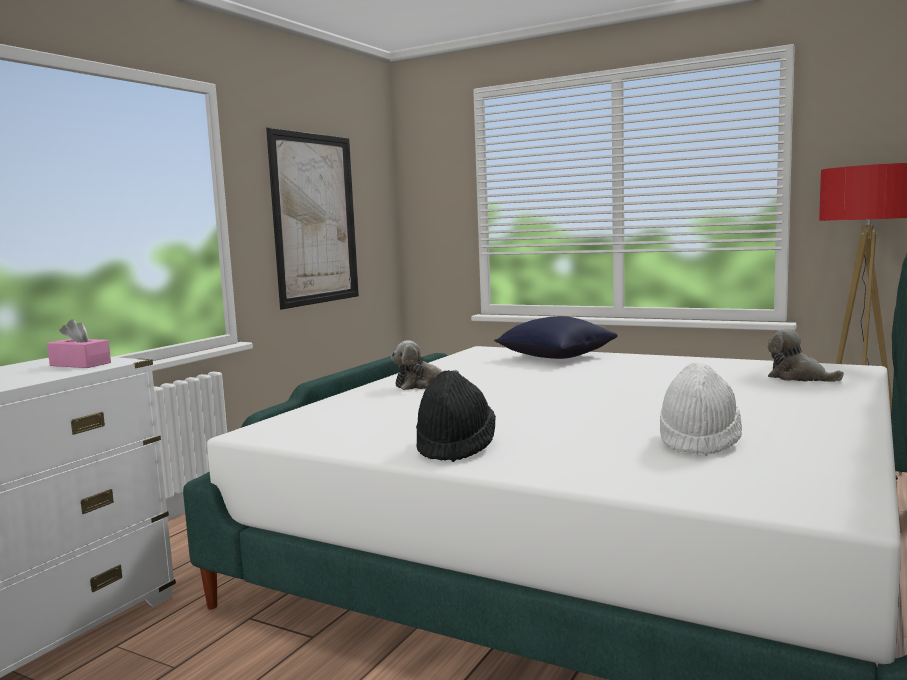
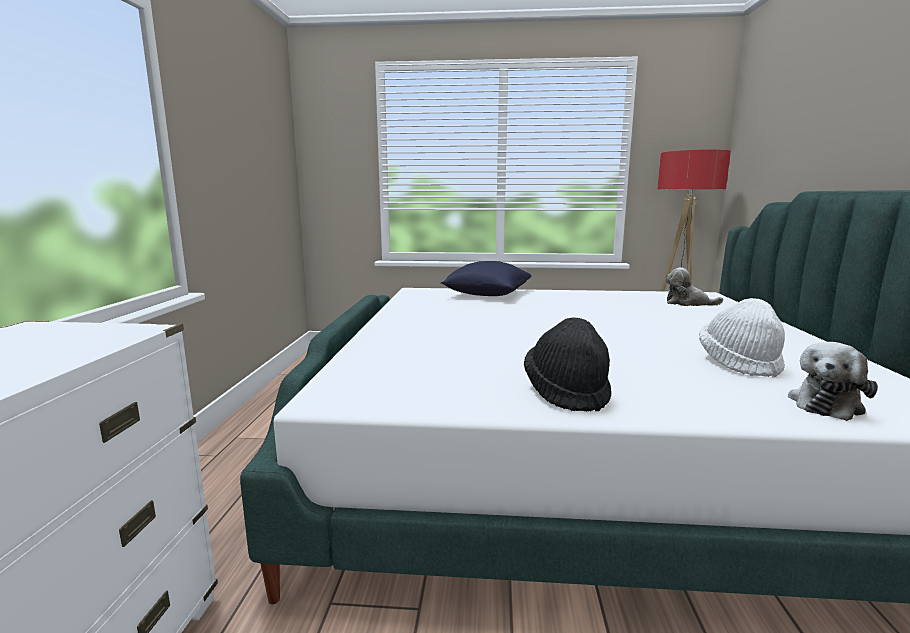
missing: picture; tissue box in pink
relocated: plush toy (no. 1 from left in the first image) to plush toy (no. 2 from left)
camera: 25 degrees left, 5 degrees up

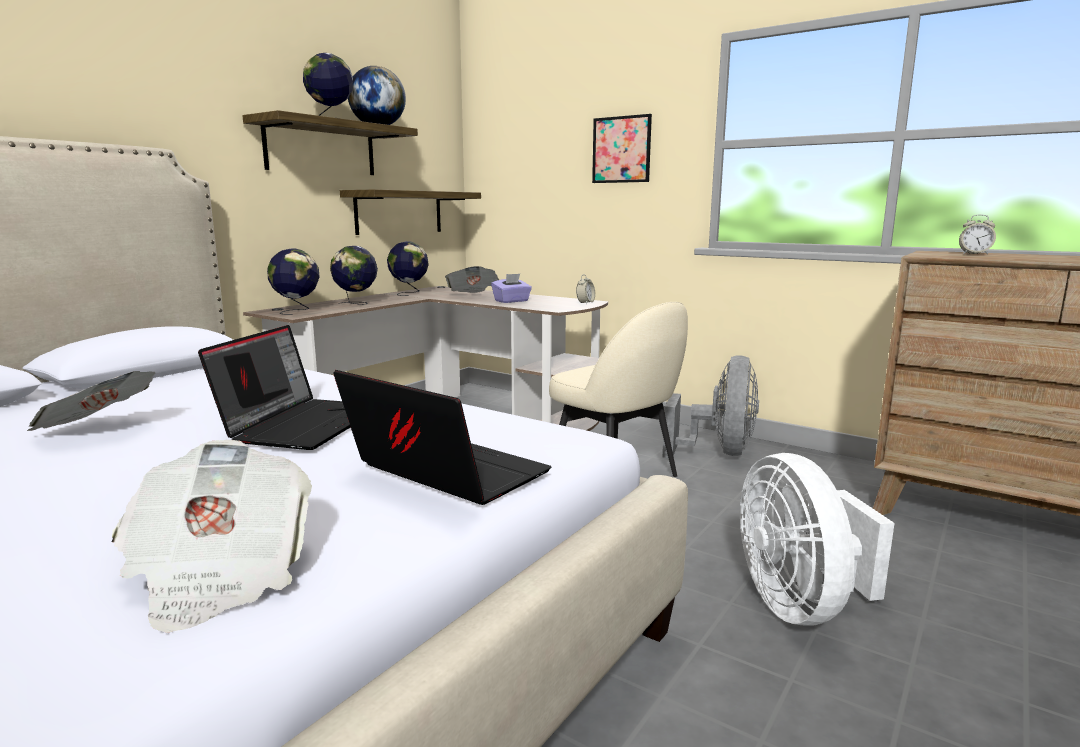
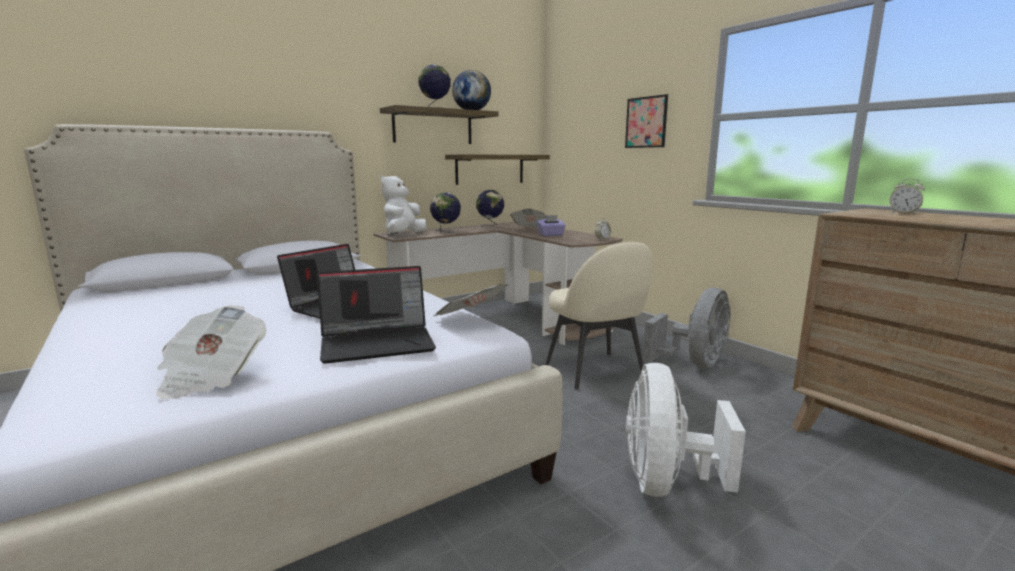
relocated: newspaper (no. 1 from left in the first image) to newspaper (no. 2 from left)
exchanged: globe (no. 1 from left) to plush toy in white
spun: laptop (no. 2 from left) 105 degrees clockwise
camera: 20 degrees right, 0 degrees up

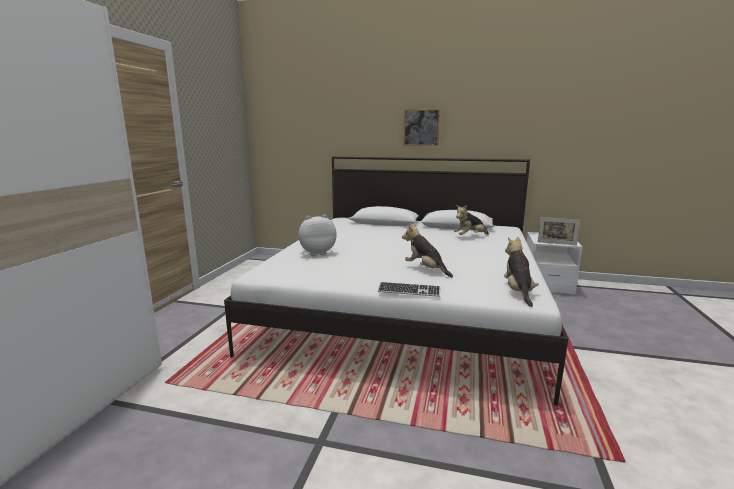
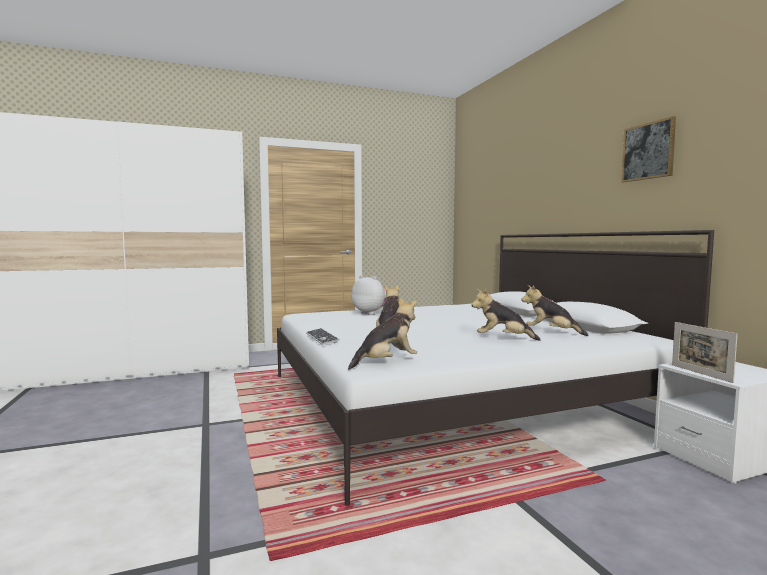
appeared: plush toy (no. 4 from left)
relocated: picture
camera: 55 degrees right, 10 degrees down

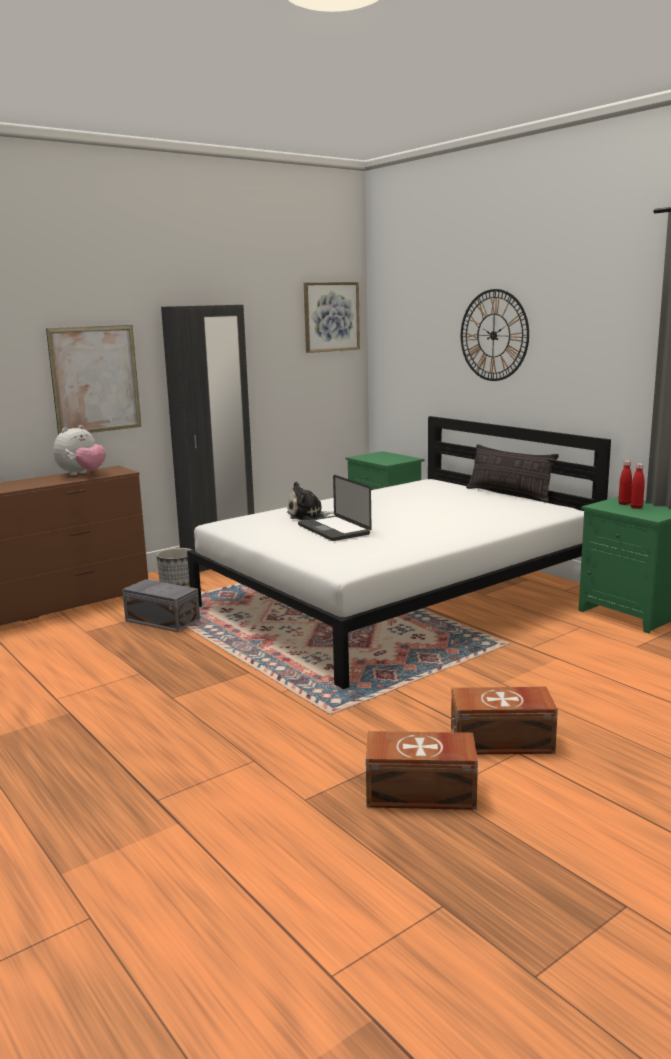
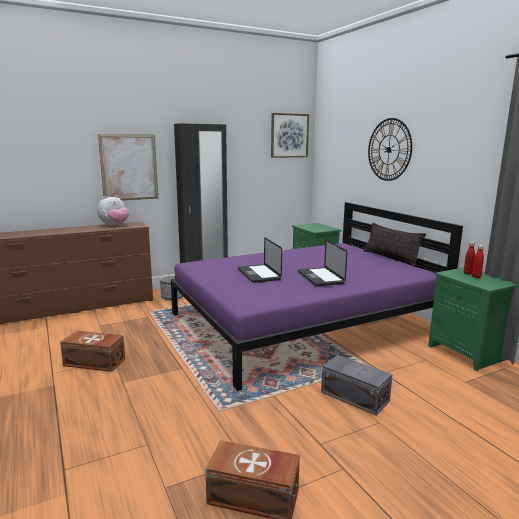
missing: plush toy (no. 2 from left)
appeared: laptop (no. 2 from left)
relocated: storage box in grey; storage box in brown (no. 2 from left in the first image) to storage box in brown (no. 1 from left)
colour: bed in white to bed in purple
camera: 10 degrees right, 0 degrees up

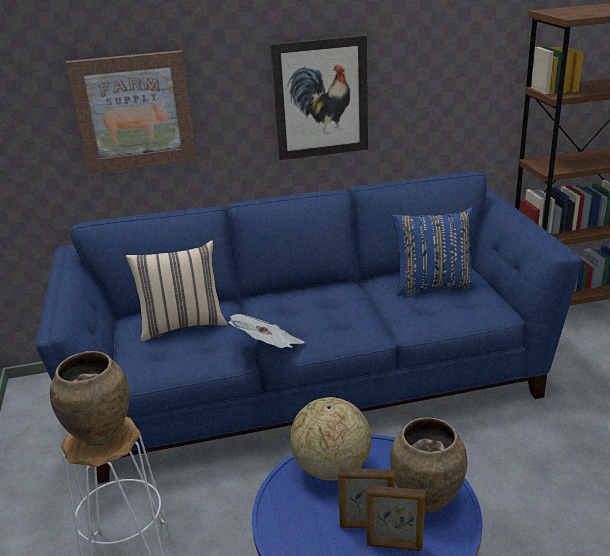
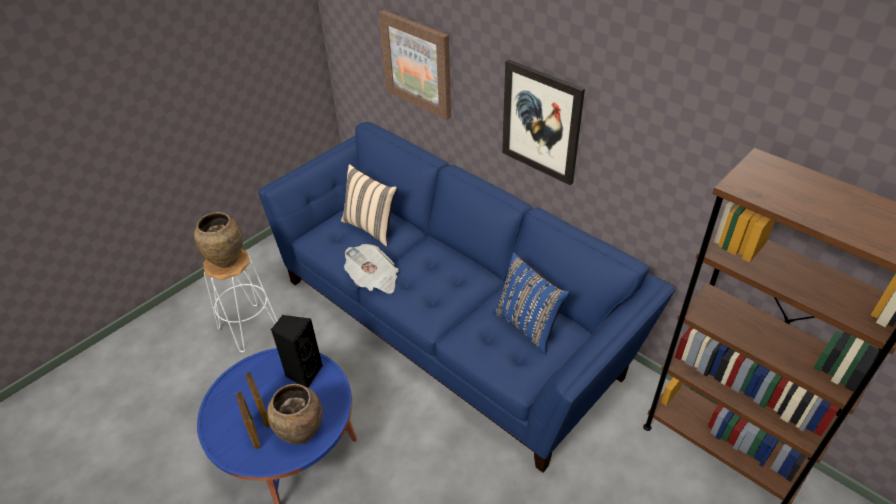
exchanged: globe to speaker in black
camera: 55 degrees right, 15 degrees up

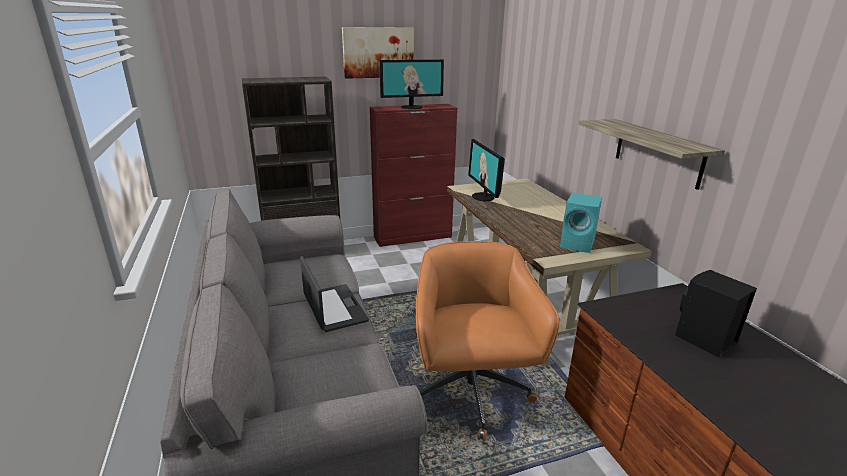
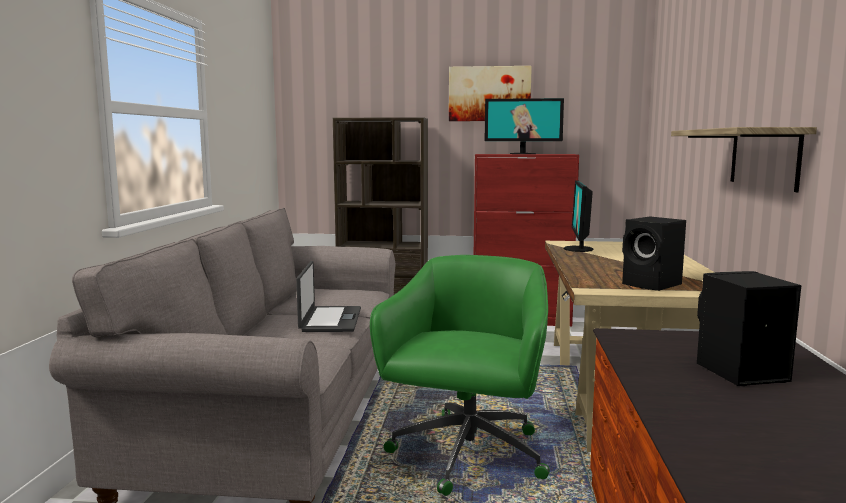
colour: speaker in turquoise to speaker in black (no. 1 from left); office chair in orange to office chair in green
camera: 25 degrees right, 15 degrees down

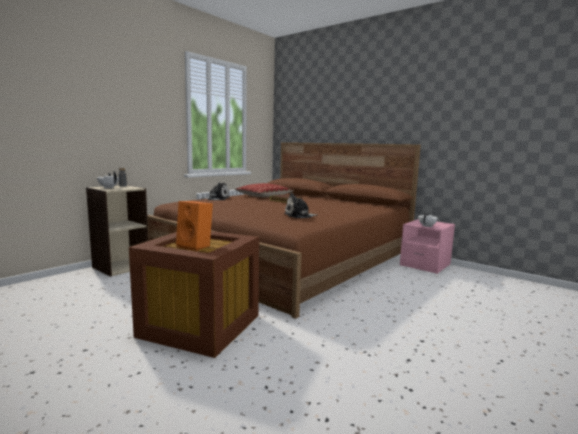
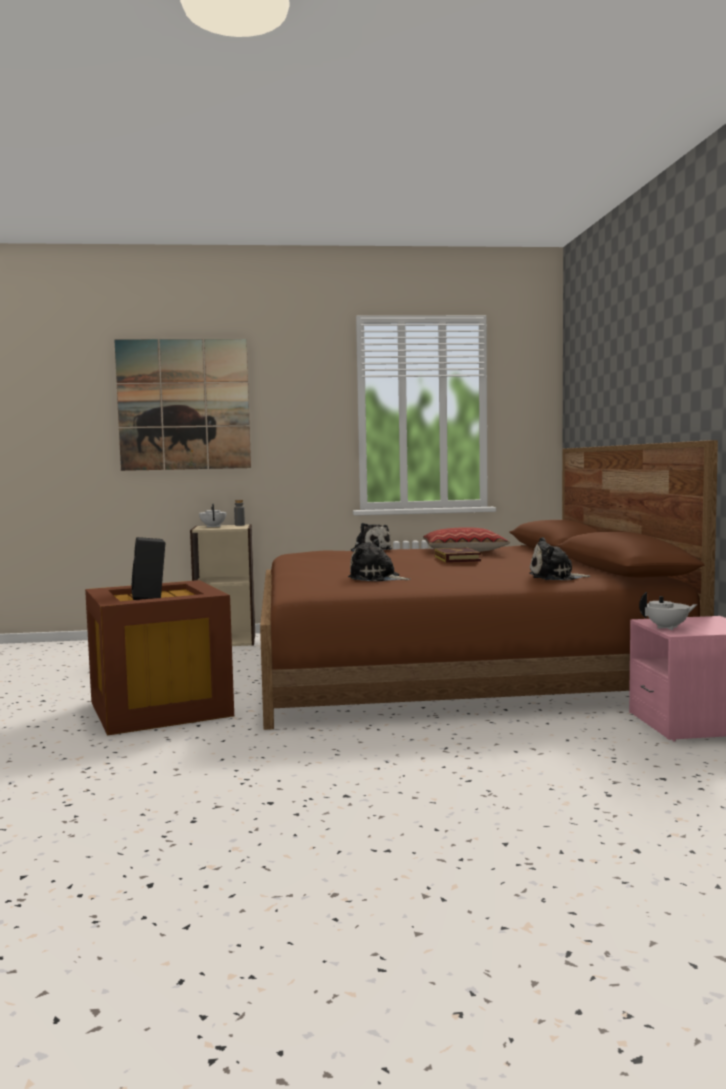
appeared: picture; plush toy (no. 3 from left)
colour: speaker in orange to speaker in black
camera: 45 degrees right, 5 degrees down

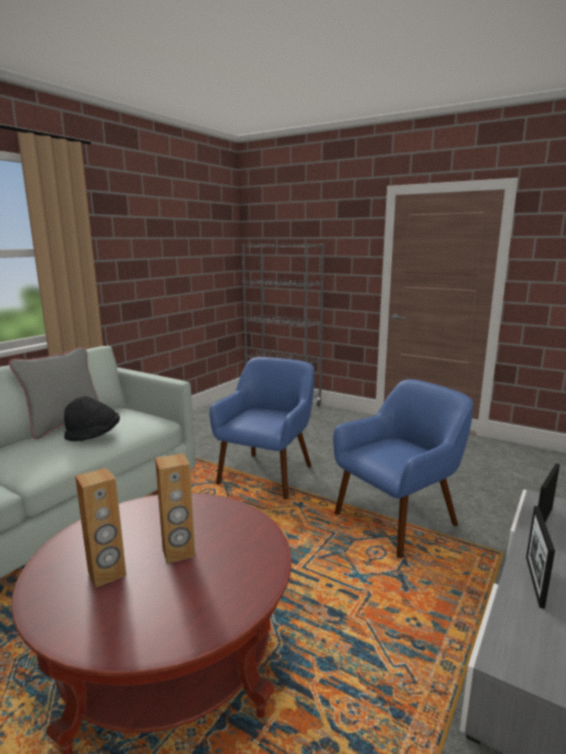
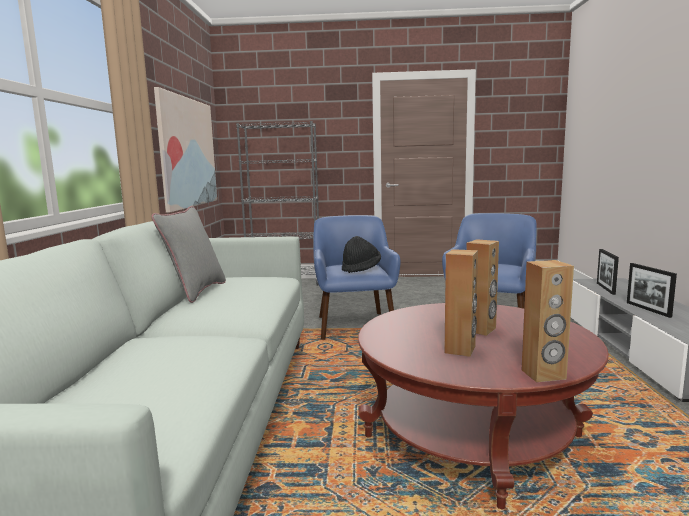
appeared: picture; speaker in brown (no. 3 from left)
relocated: hat in black
camera: 30 degrees left, 5 degrees down

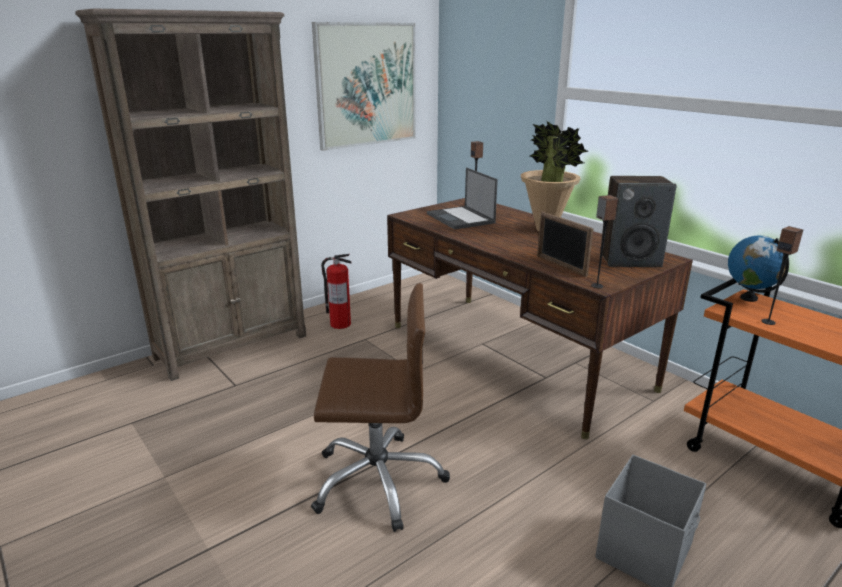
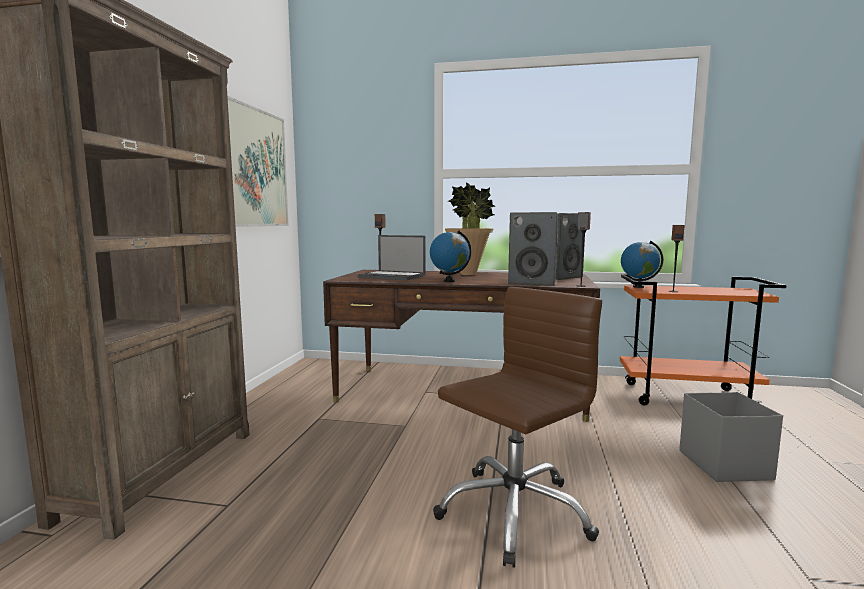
missing: fire extinguisher
appeared: globe (no. 1 from left)
exchanged: picture frame to speaker (no. 2 from left)
camera: 40 degrees left, 15 degrees down

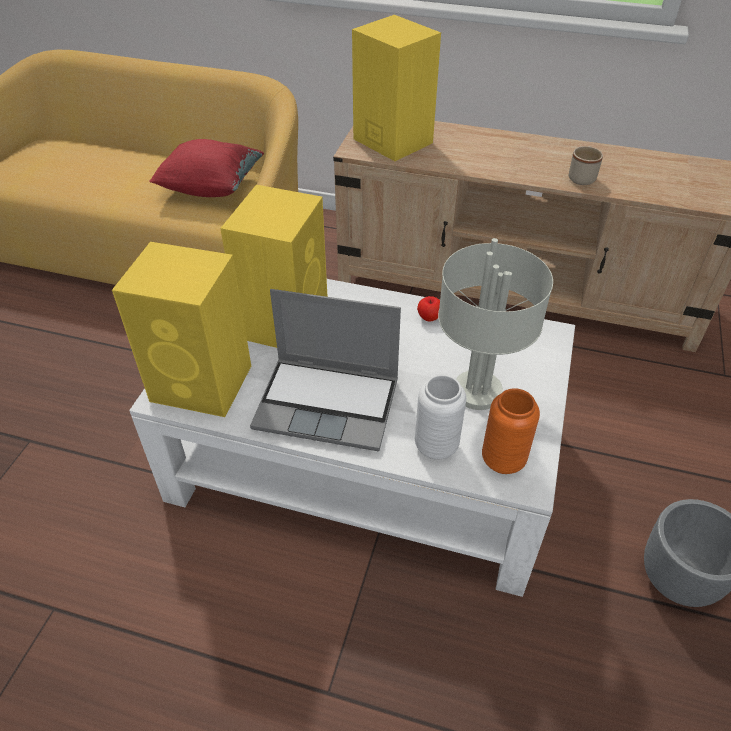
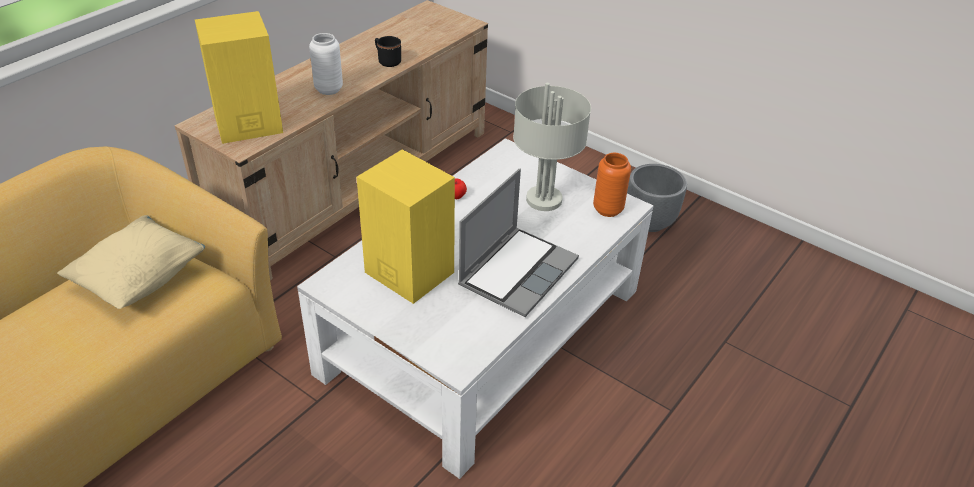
missing: speaker in yellow (no. 1 from left)
relocated: vase in white
colour: pillow in red to pillow in beige; mug in beige to mug in black
camera: 70 degrees left, 5 degrees down

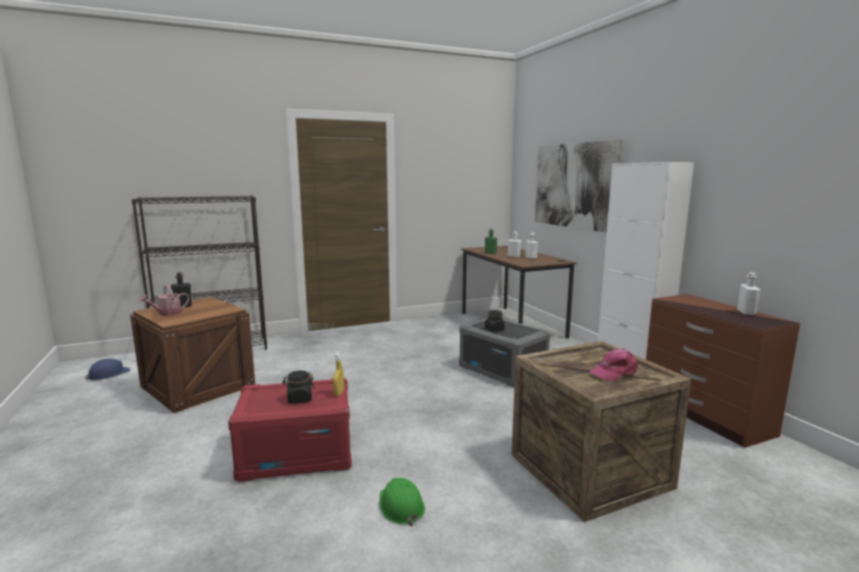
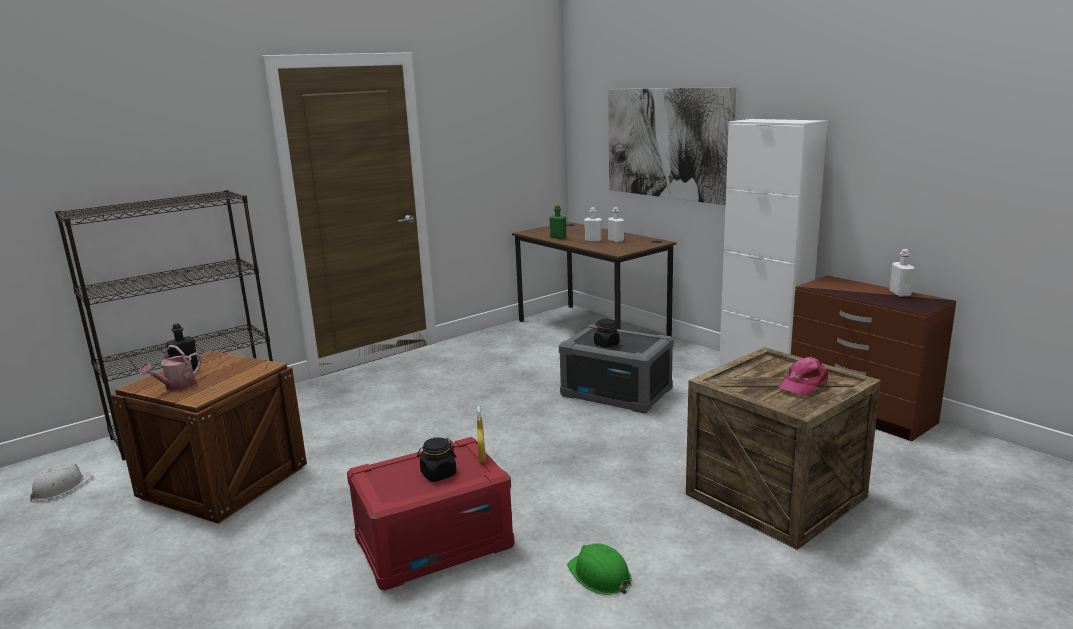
colour: hard hat in blue to hard hat in white
camera: 15 degrees left, 5 degrees up

